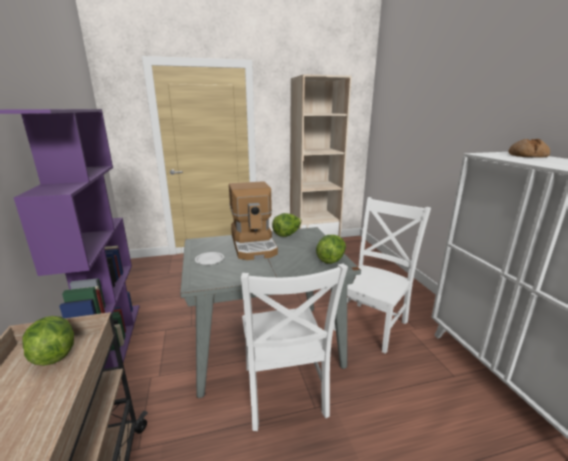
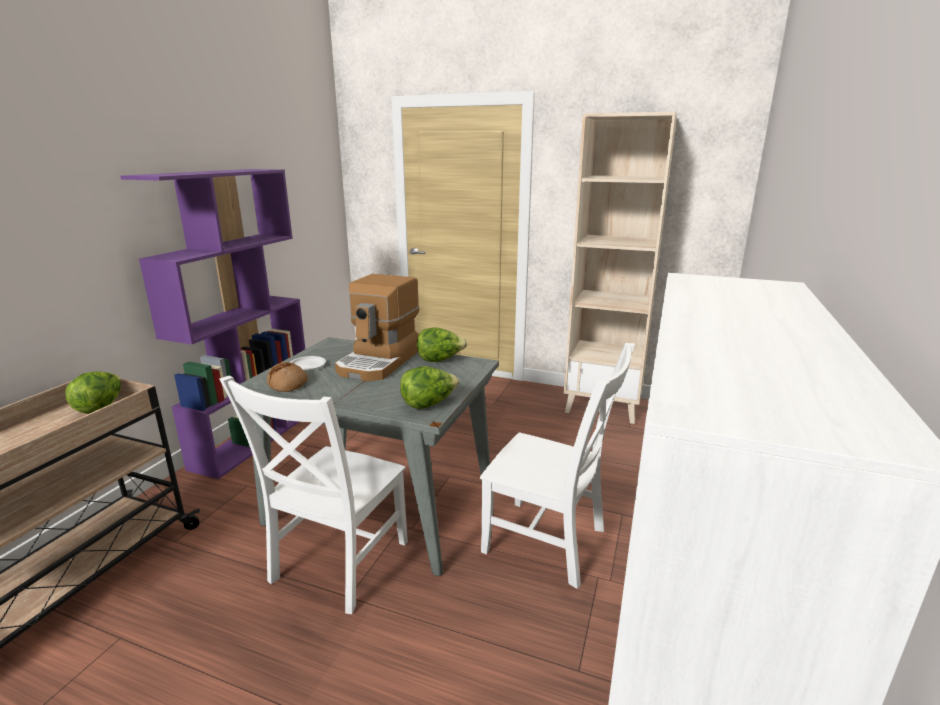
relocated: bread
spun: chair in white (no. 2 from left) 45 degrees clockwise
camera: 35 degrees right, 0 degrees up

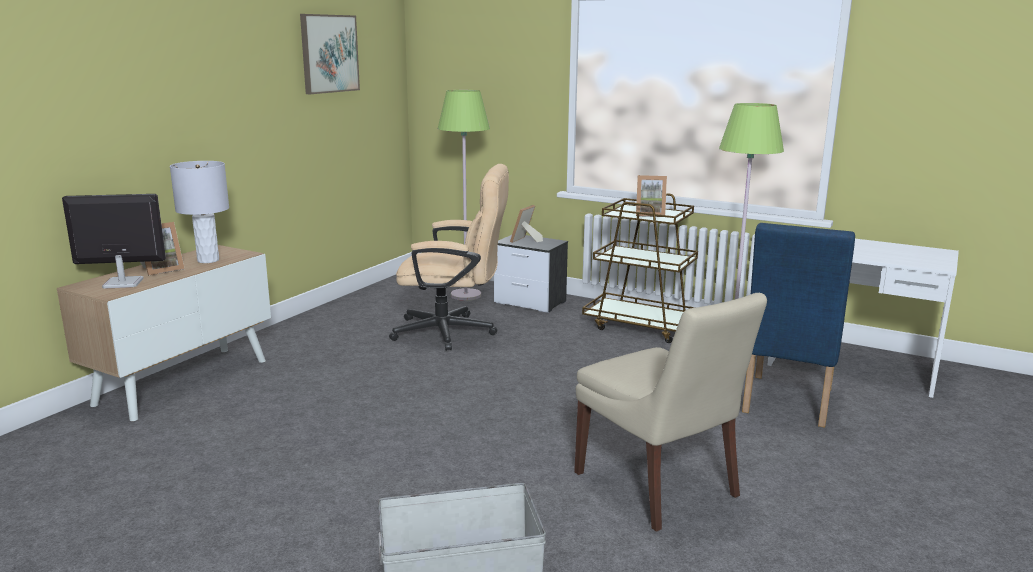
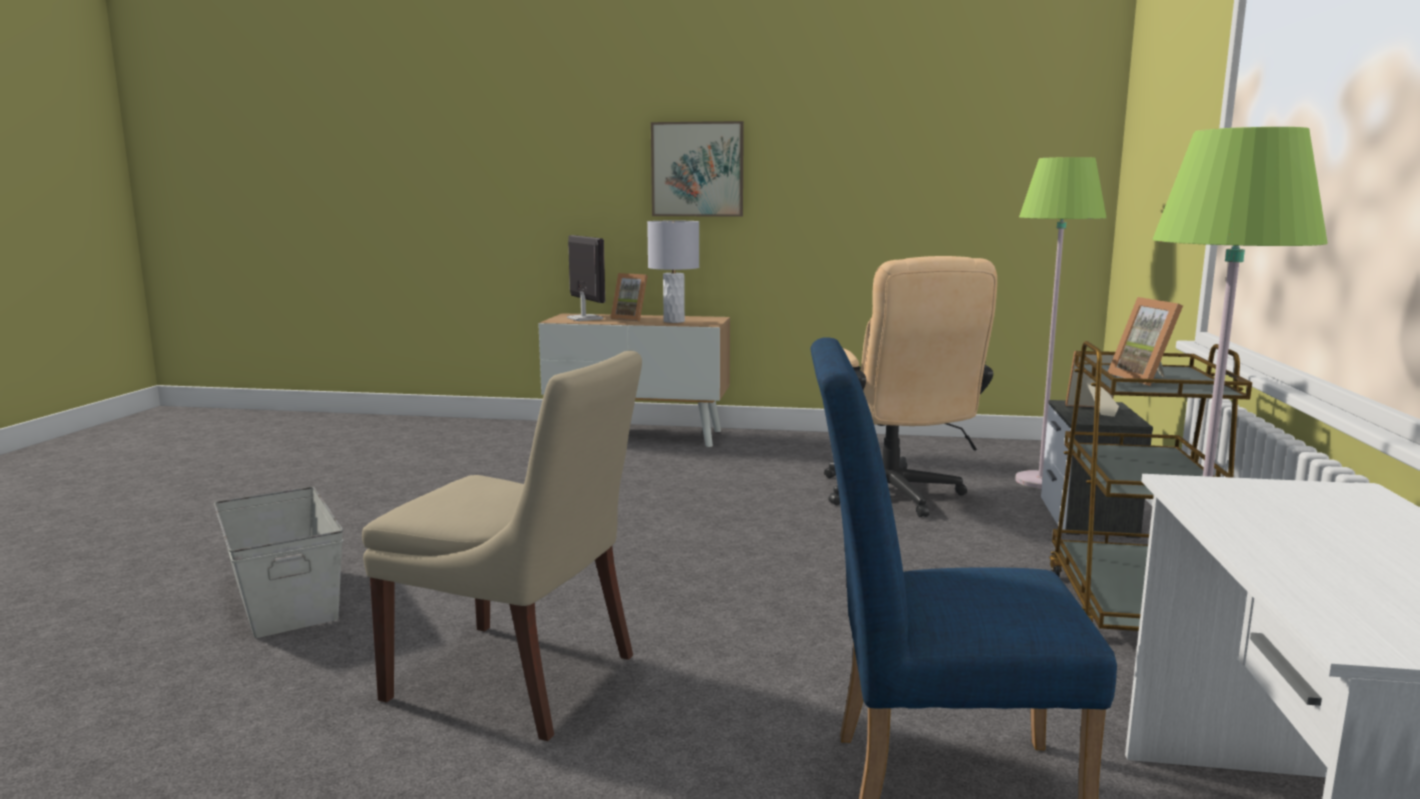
relocated: picture
spun: chair in beige 105 degrees counterclockwise
camera: 70 degrees right, 5 degrees down

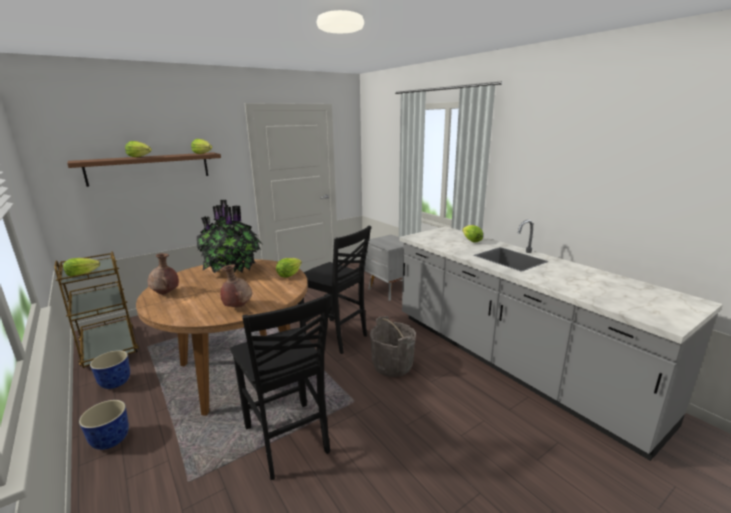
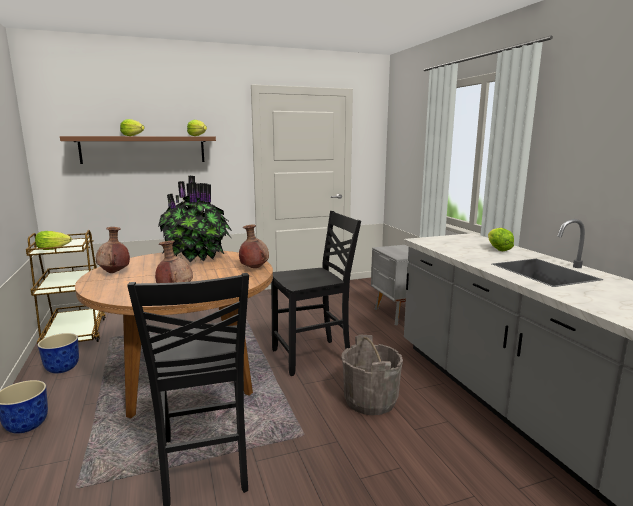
exchanged: lettuce (no. 4 from left) to vase in brown (no. 3 from left)
spun: chair in black (no. 2 from left) 75 degrees counterclockwise
camera: 15 degrees right, 5 degrees down

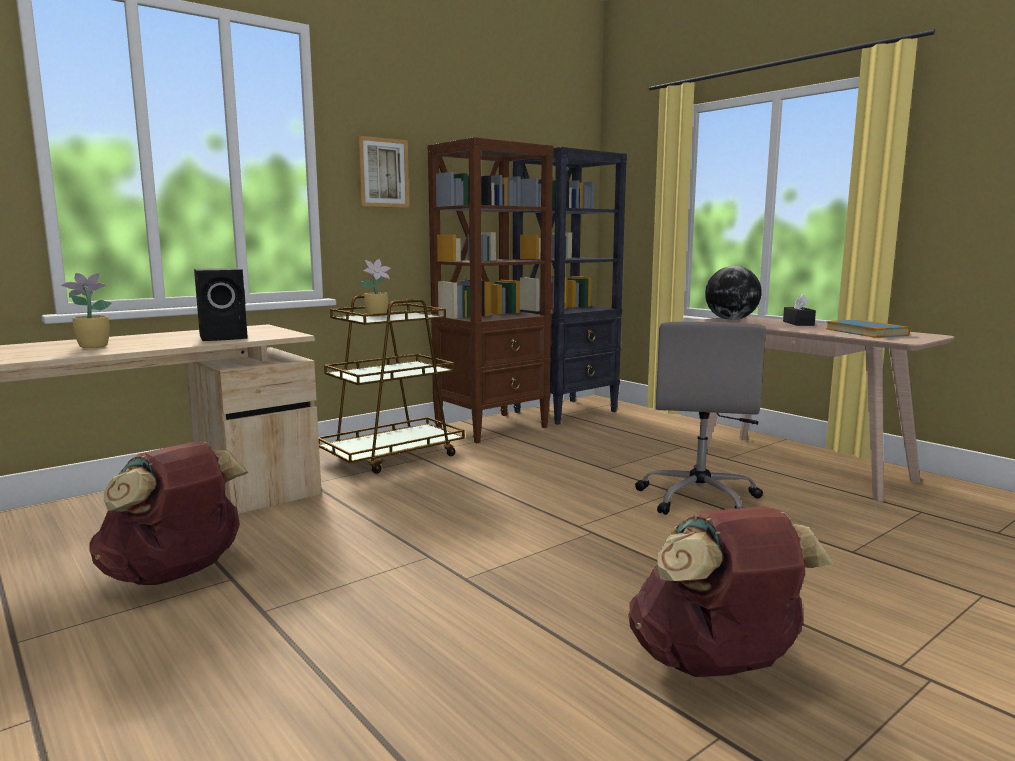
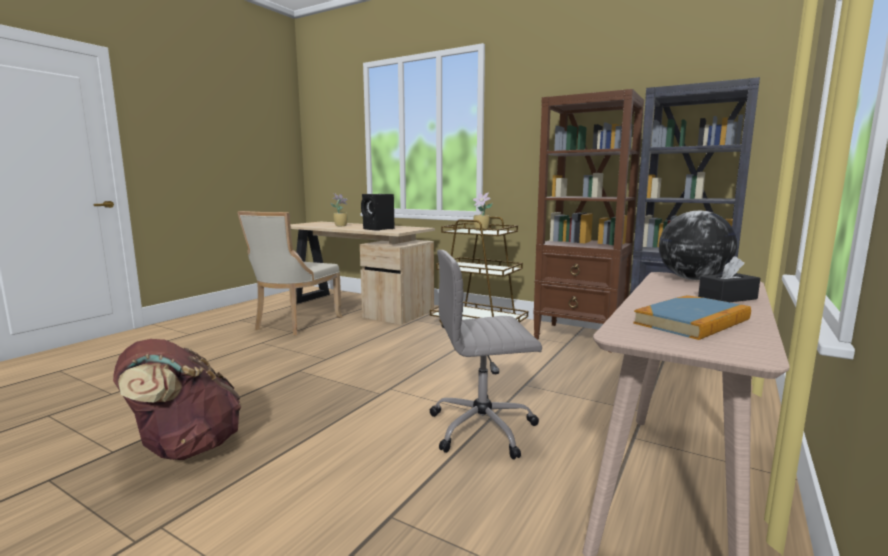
missing: picture
exchanged: backpack in brown (no. 1 from left) to chair in beige
camera: 70 degrees right, 0 degrees up

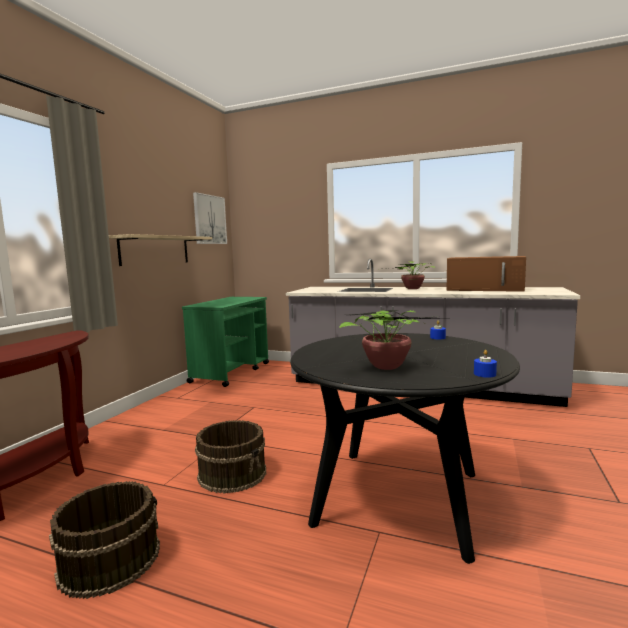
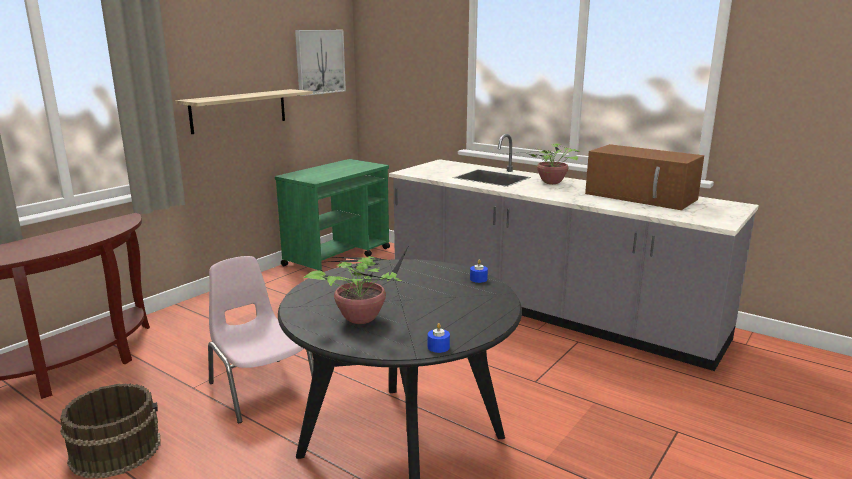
exchanged: bucket in brown (no. 2 from left) to chair in pink
camera: 15 degrees right, 10 degrees up

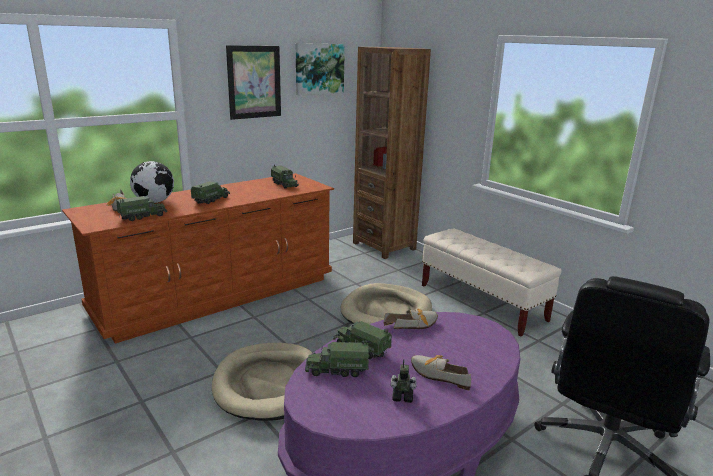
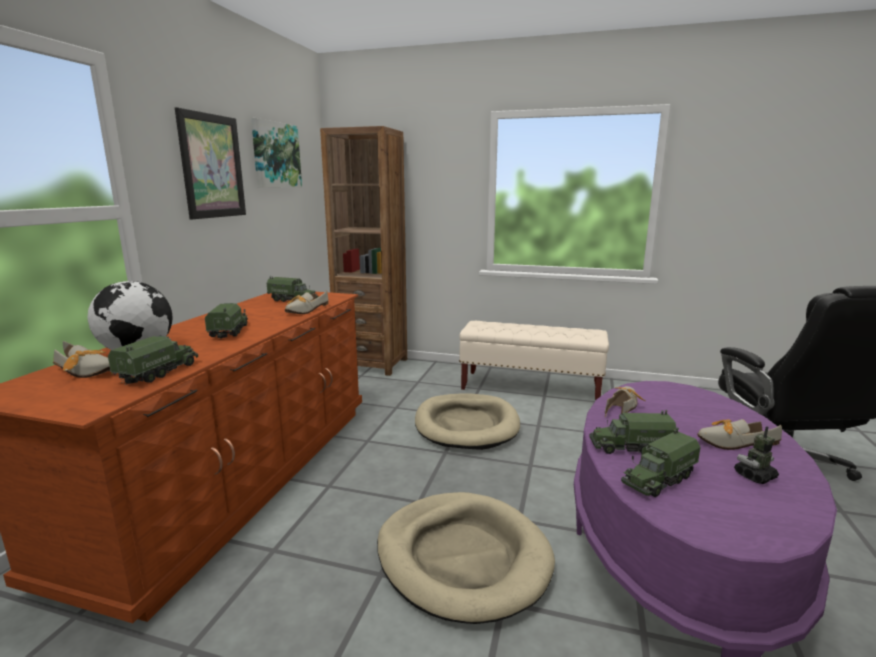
appeared: shoe (no. 2 from left)
camera: 35 degrees left, 5 degrees down

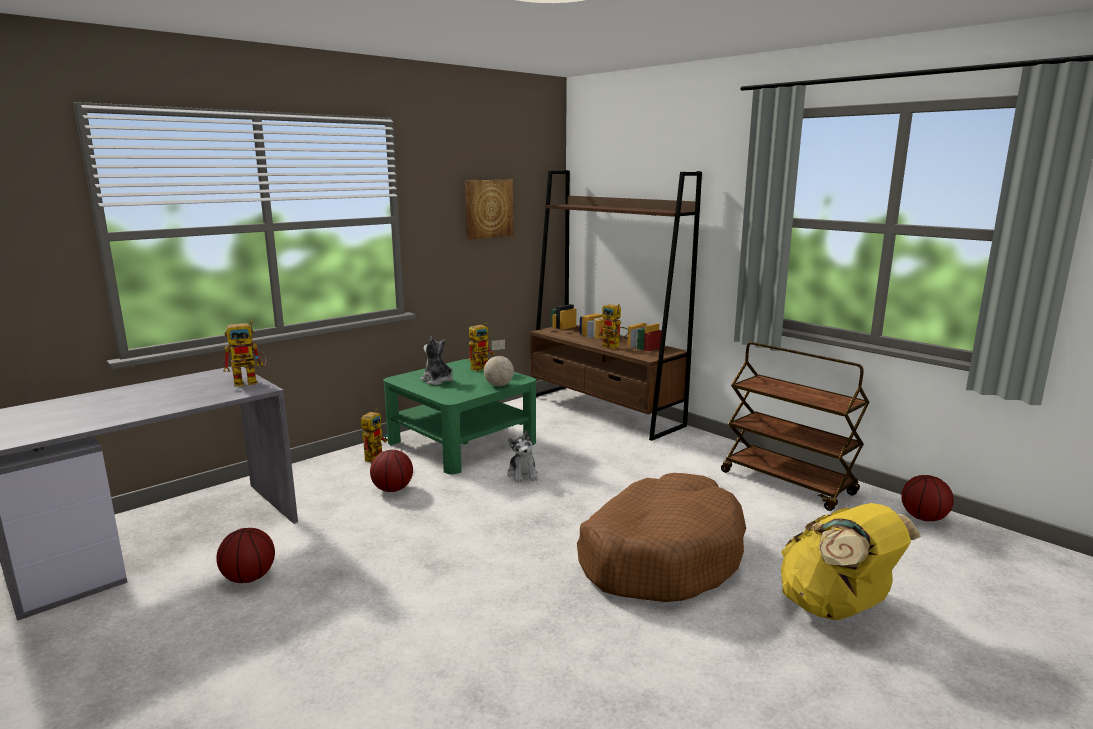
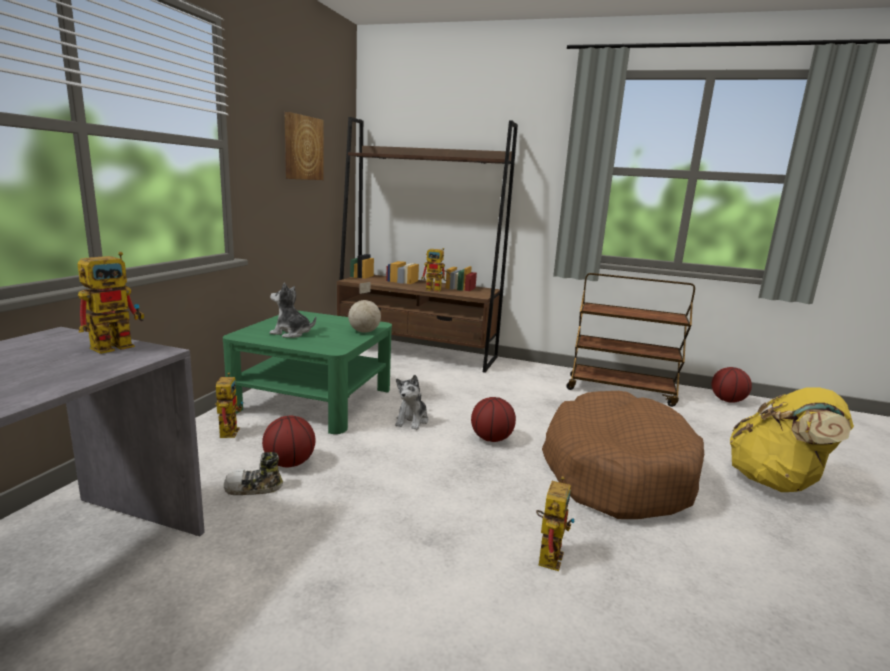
appeared: shoe
relocated: toy robot (no. 3 from left in the first image) to toy robot (no. 4 from left); basketball (no. 1 from left in the first image) to basketball (no. 2 from left)
spun: plush toy (no. 2 from left) 60 degrees clockwise
camera: 30 degrees left, 0 degrees up

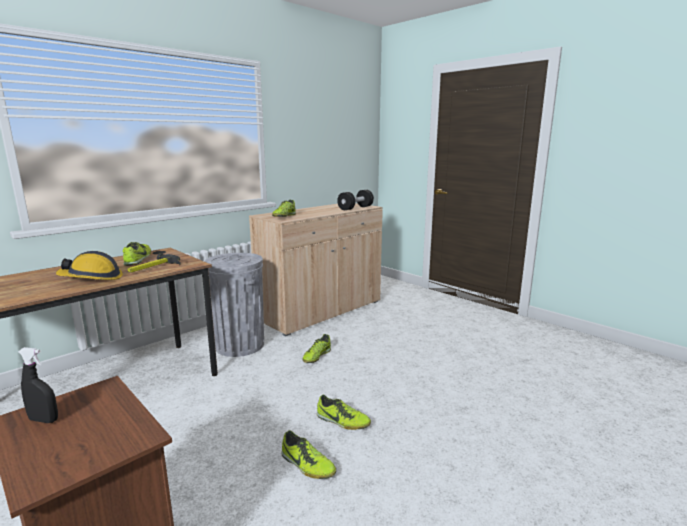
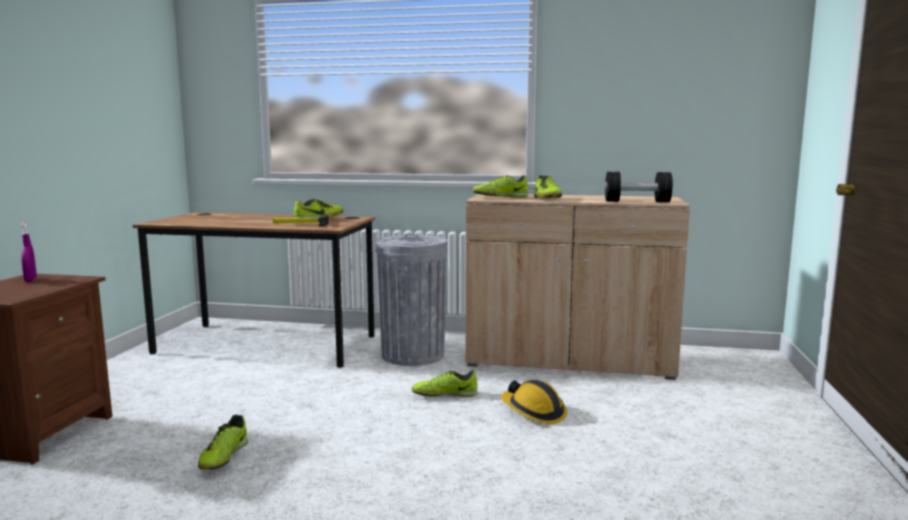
relocated: hard hat; shoe (no. 5 from left)
colour: spray bottle in black to spray bottle in purple
camera: 55 degrees right, 5 degrees down

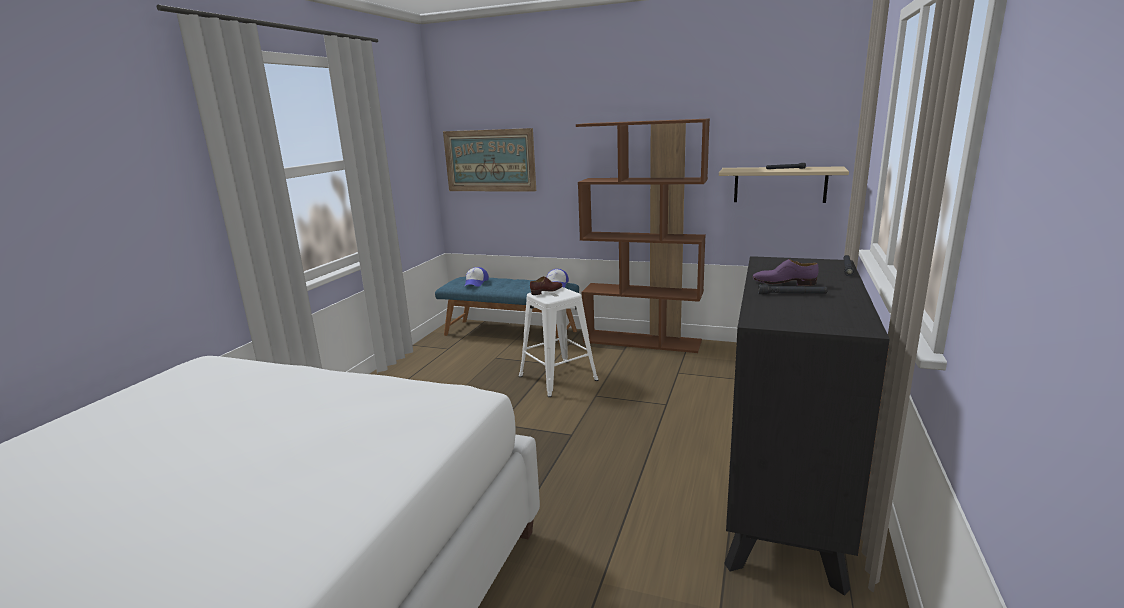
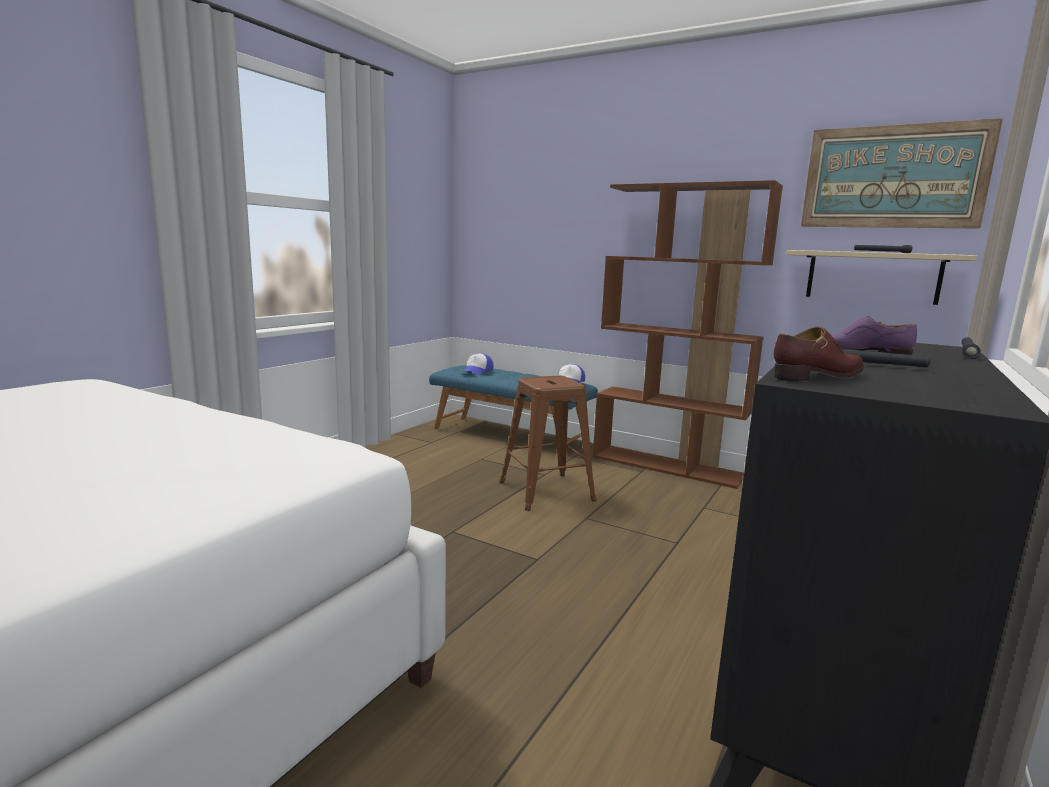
relocated: picture; shoe in brown
colour: stool in white to stool in brown
camera: 10 degrees right, 5 degrees down

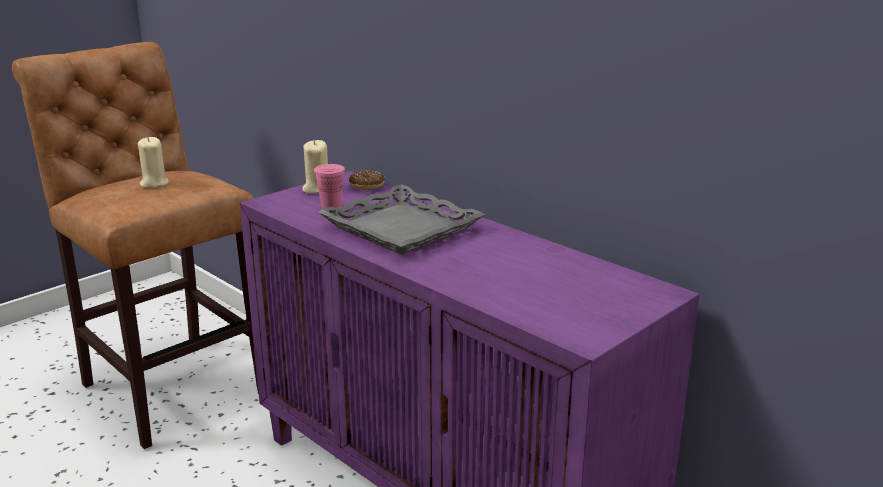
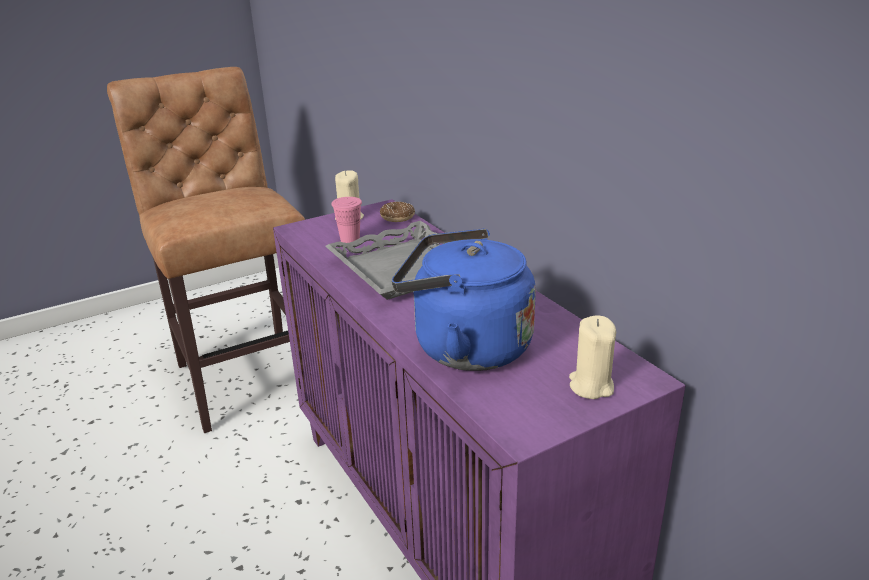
appeared: kettle in blue
relocated: candle in beige (no. 1 from left in the first image) to candle in beige (no. 2 from left)
camera: 15 degrees right, 5 degrees up

